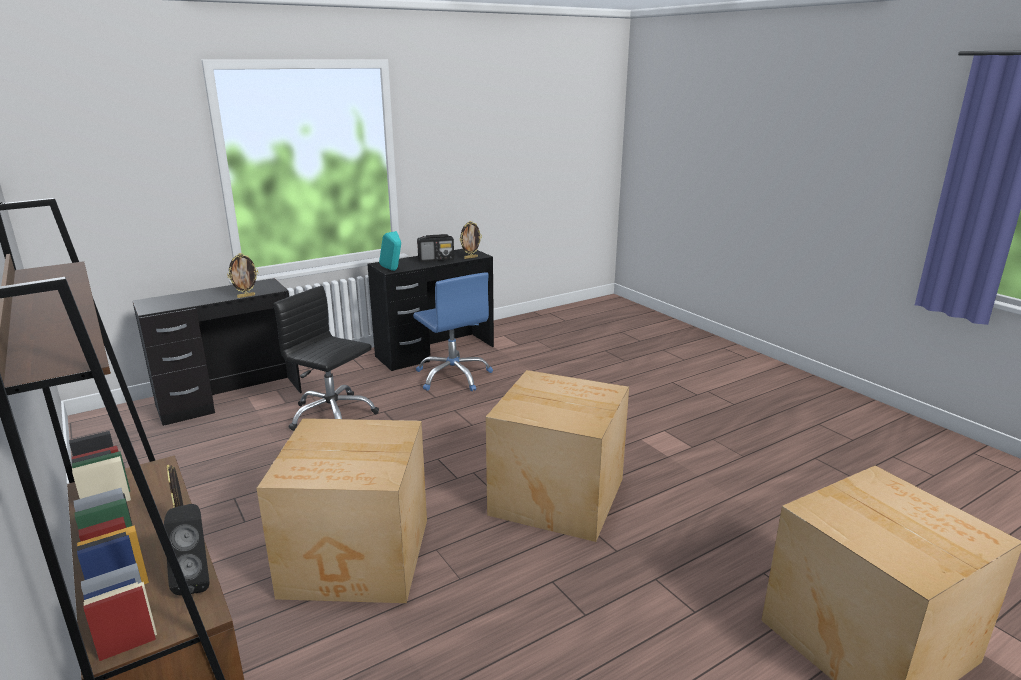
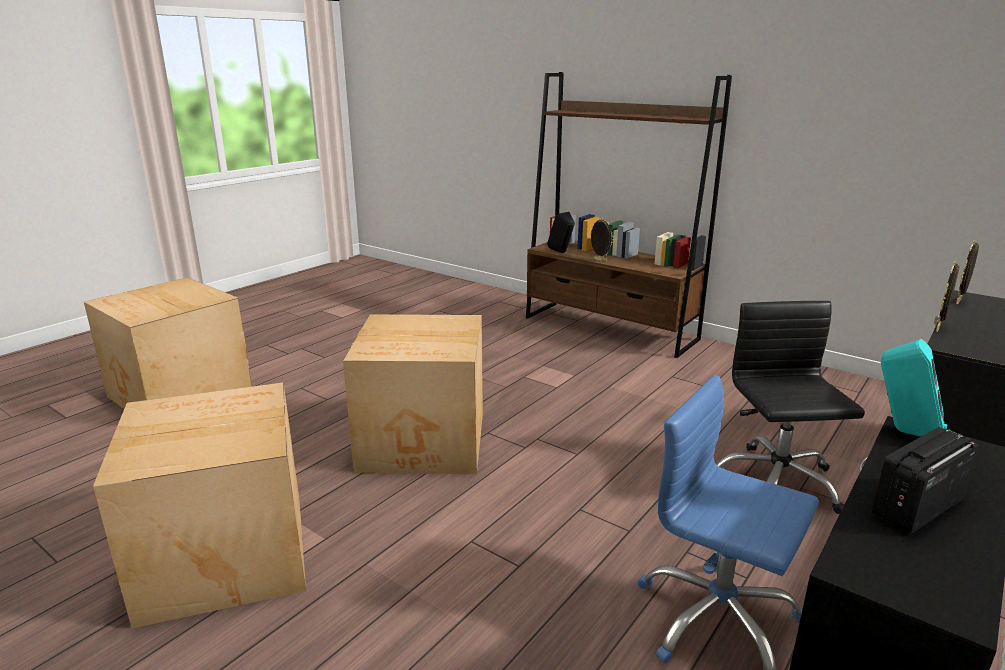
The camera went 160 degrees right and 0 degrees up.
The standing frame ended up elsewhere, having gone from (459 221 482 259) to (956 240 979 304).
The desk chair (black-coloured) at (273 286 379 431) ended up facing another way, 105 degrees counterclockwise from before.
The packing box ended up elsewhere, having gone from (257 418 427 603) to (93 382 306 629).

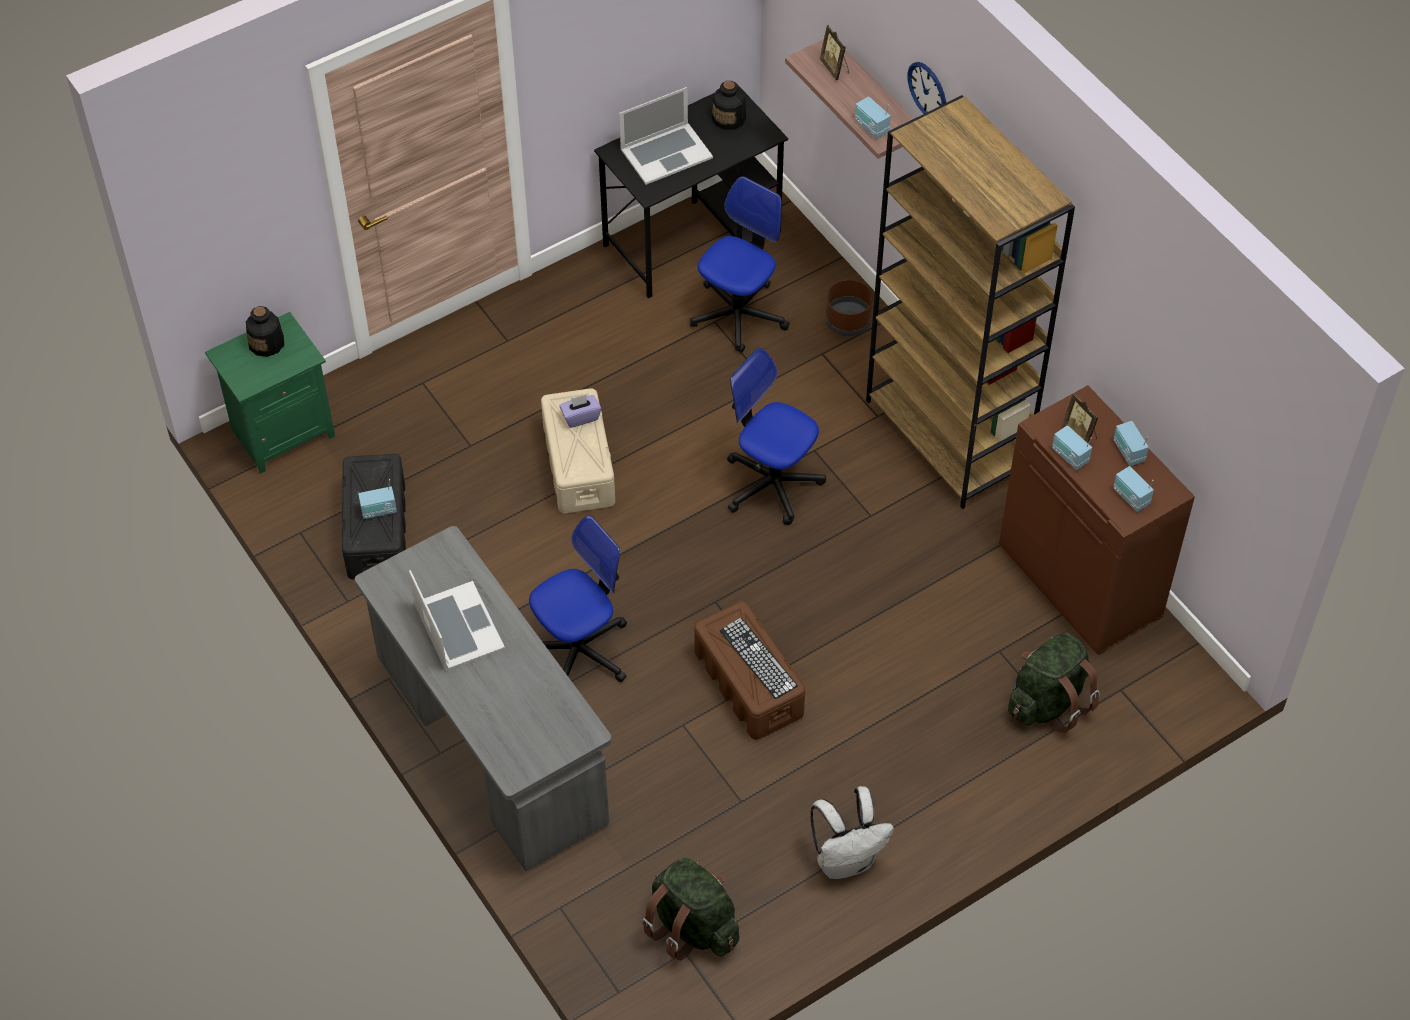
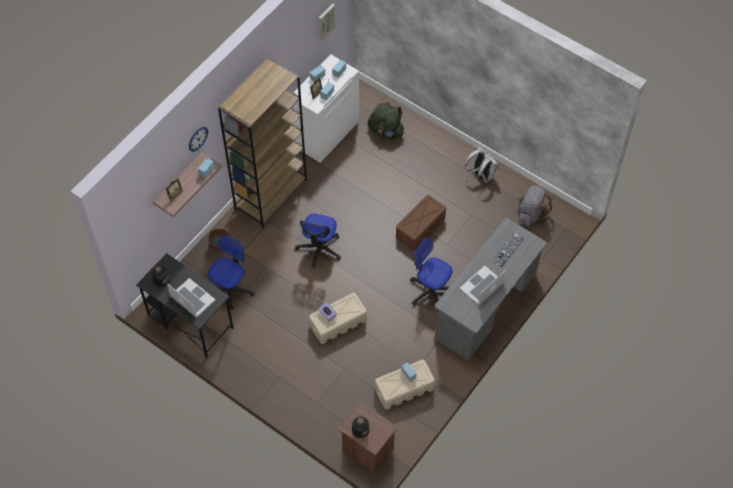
The camera went 110 degrees left and 5 degrees up.
The desk chair at (690 176 790 353) ended up facing another way, 105 degrees clockwise from before.
What was the bedside table (green) at (205 312 335 474) turned into the bedside table (brown) at (338 402 398 474).
What was the storage cabinet (brown) at (999 385 1195 655) turned into the storage cabinet (whitish) at (292 54 359 163).
What was the storage box (black-coloured) at (342 454 406 580) turned into the storage box (sand-coloured) at (375 360 435 410).
The keyboard ended up elsewhere, having gone from (719 618 798 699) to (492 232 524 268).
What was the backpack (green) at (642 857 739 961) turned into the backpack (grey) at (517 185 552 226).
The second view gained the picture at (318 4 336 41).

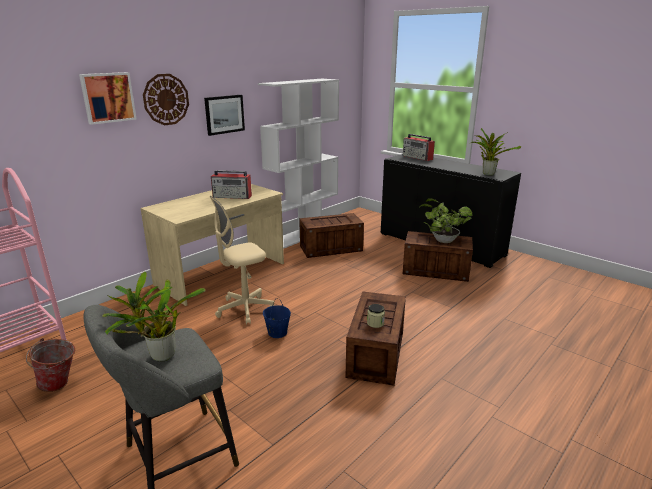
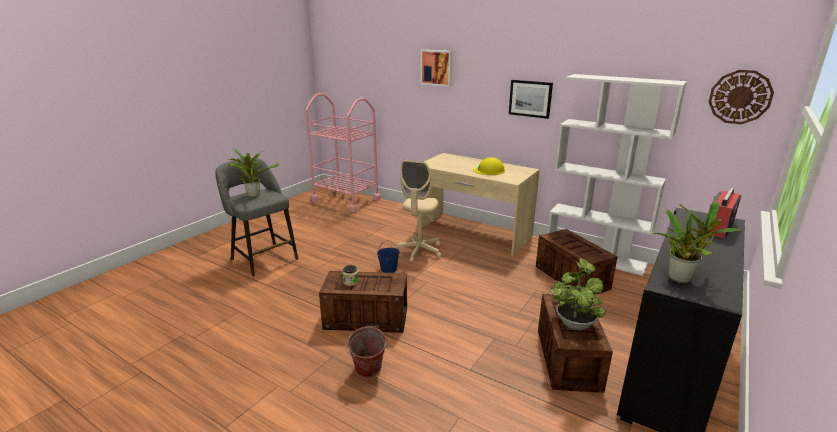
The camera went 80 degrees right and 0 degrees up.
The hanging clock ended up elsewhere, having gone from (143 74 189 126) to (709 70 774 124).
Where the radio set stood at (211 170 252 199), the safety helmet (yellow-coloured) came to stand at (473 157 505 175).
The desk chair (sand-coloured) at (210 196 274 325) ended up facing another way, 120 degrees counterclockwise from before.
The pail ended up elsewhere, having gone from (26 338 75 392) to (345 325 387 377).

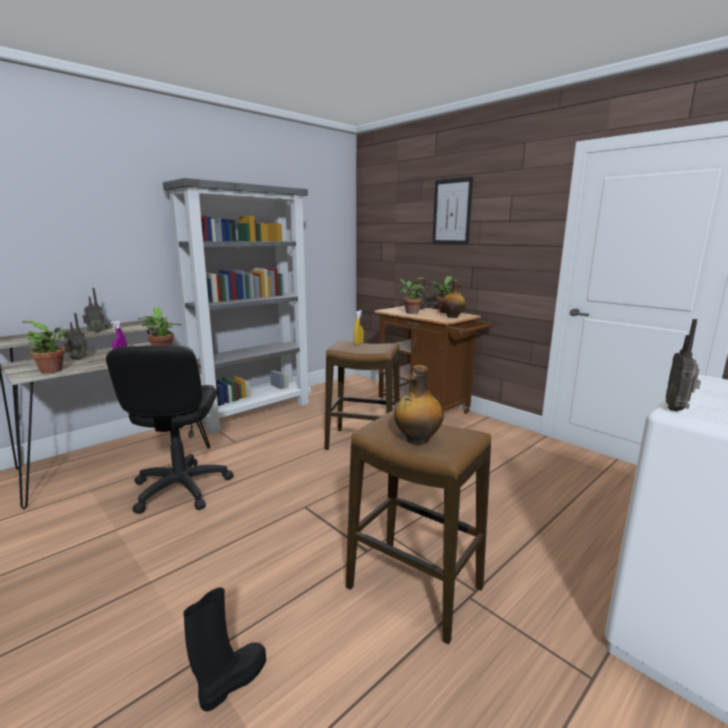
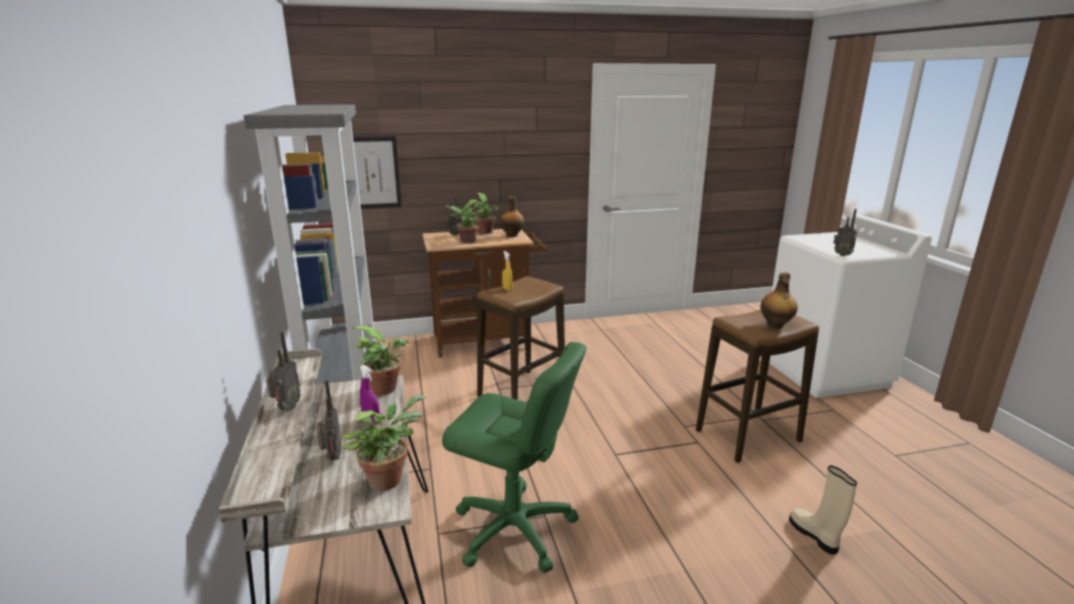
The camera went 60 degrees left and 5 degrees up.
The picture ended up elsewhere, having gone from (432 176 473 245) to (353 136 402 209).
What was the desk chair (black-coloured) at (106 345 234 514) turned into the desk chair (green) at (442 342 586 573).
What was the boot (black-coloured) at (183 587 266 711) turned into the boot (sand-coloured) at (789 465 857 555).

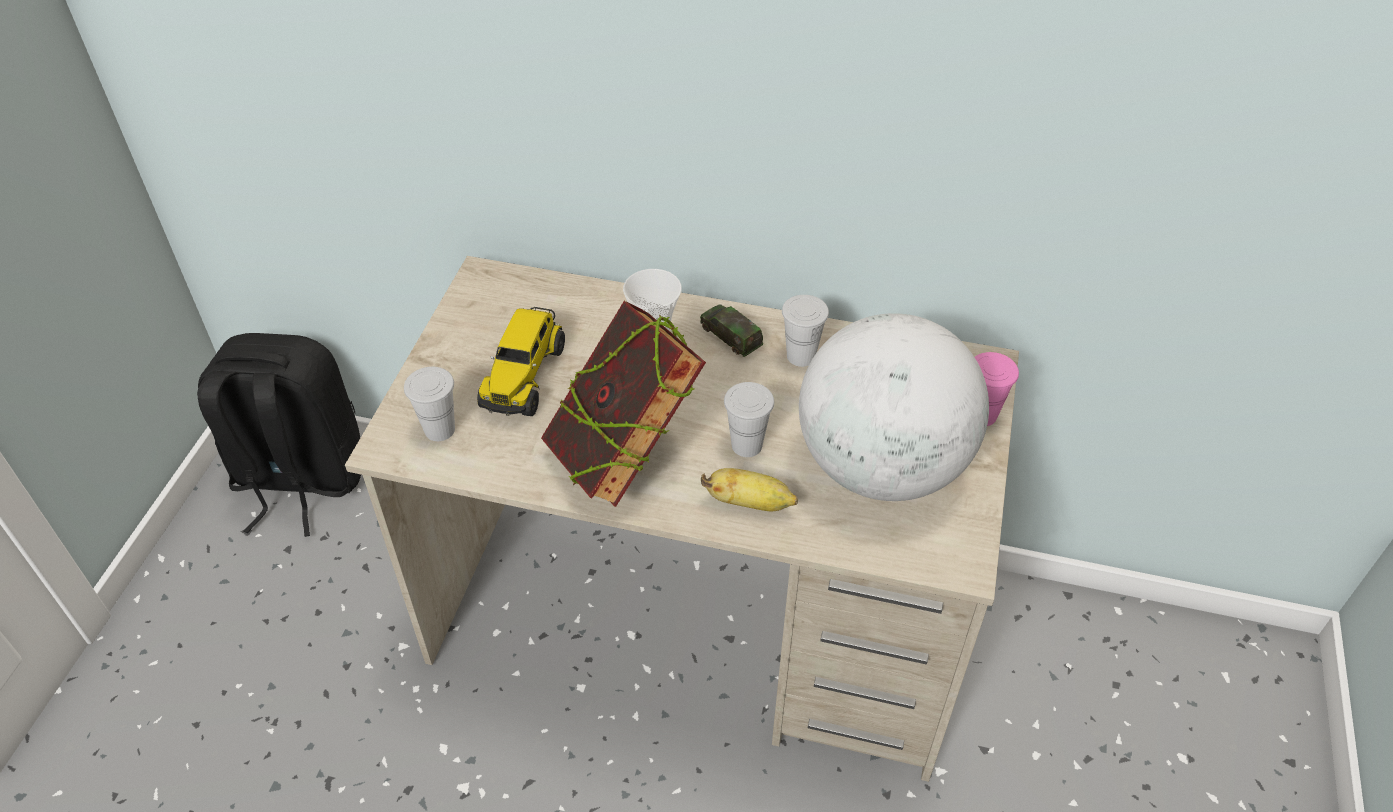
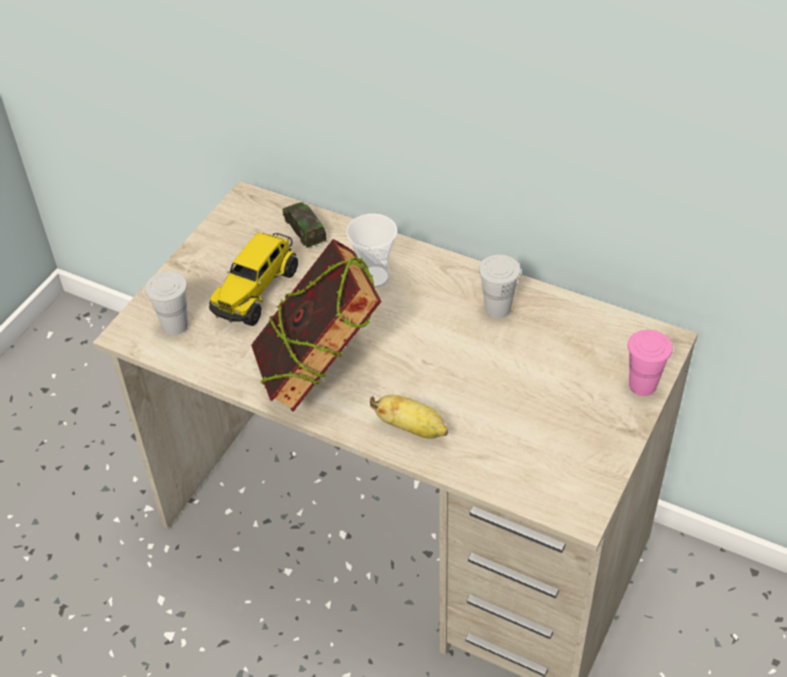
The camera went 15 degrees right and 0 degrees up.
The toy car ended up elsewhere, having gone from (700 304 763 357) to (283 202 327 248).
The second view lost the world globe at (799 313 989 501).
The second view lost the backpack (black-coloured) at (197 333 361 537).
The second view lost the cup (whitish) at (724 382 774 457).

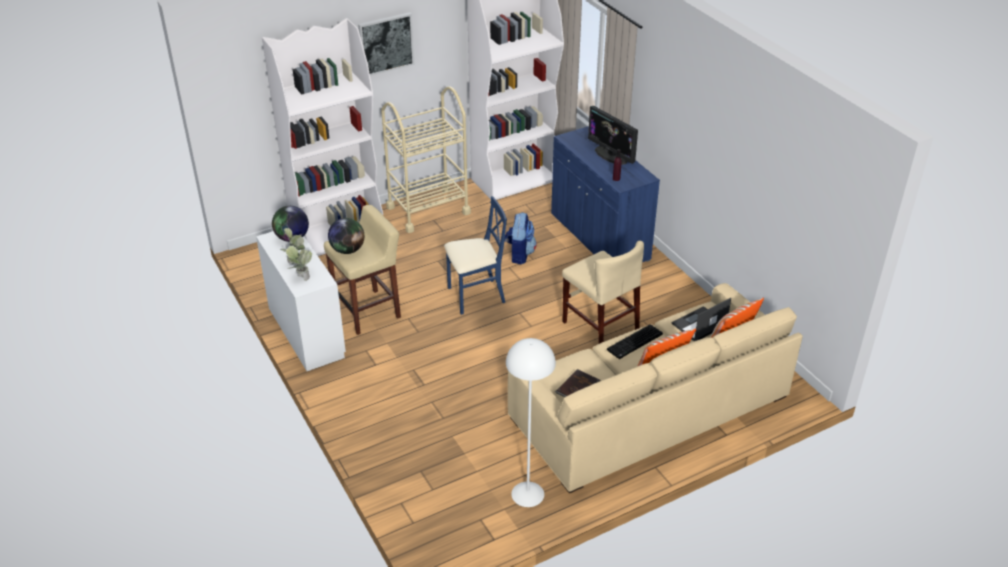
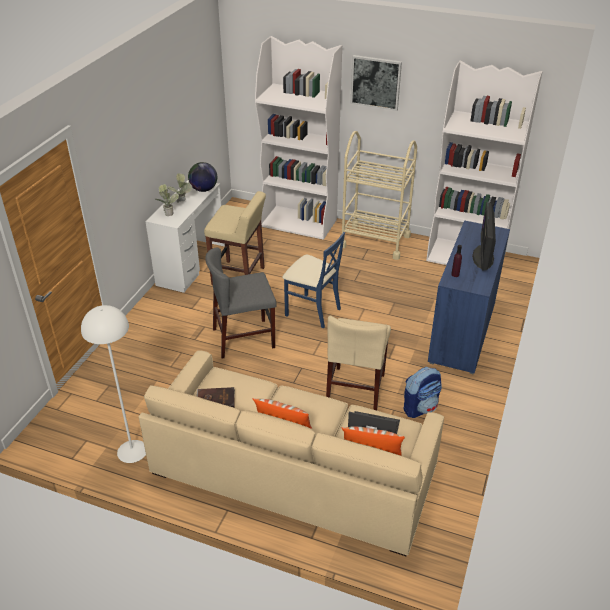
The camera went 50 degrees right and 0 degrees up.
The backpack ended up elsewhere, having gone from (504 212 537 264) to (403 367 442 418).
The second view lost the world globe at (328 218 364 254).
The second view lost the keyboard at (607 324 663 359).
The second view gained the upright chair (grey) at (205 248 277 358).

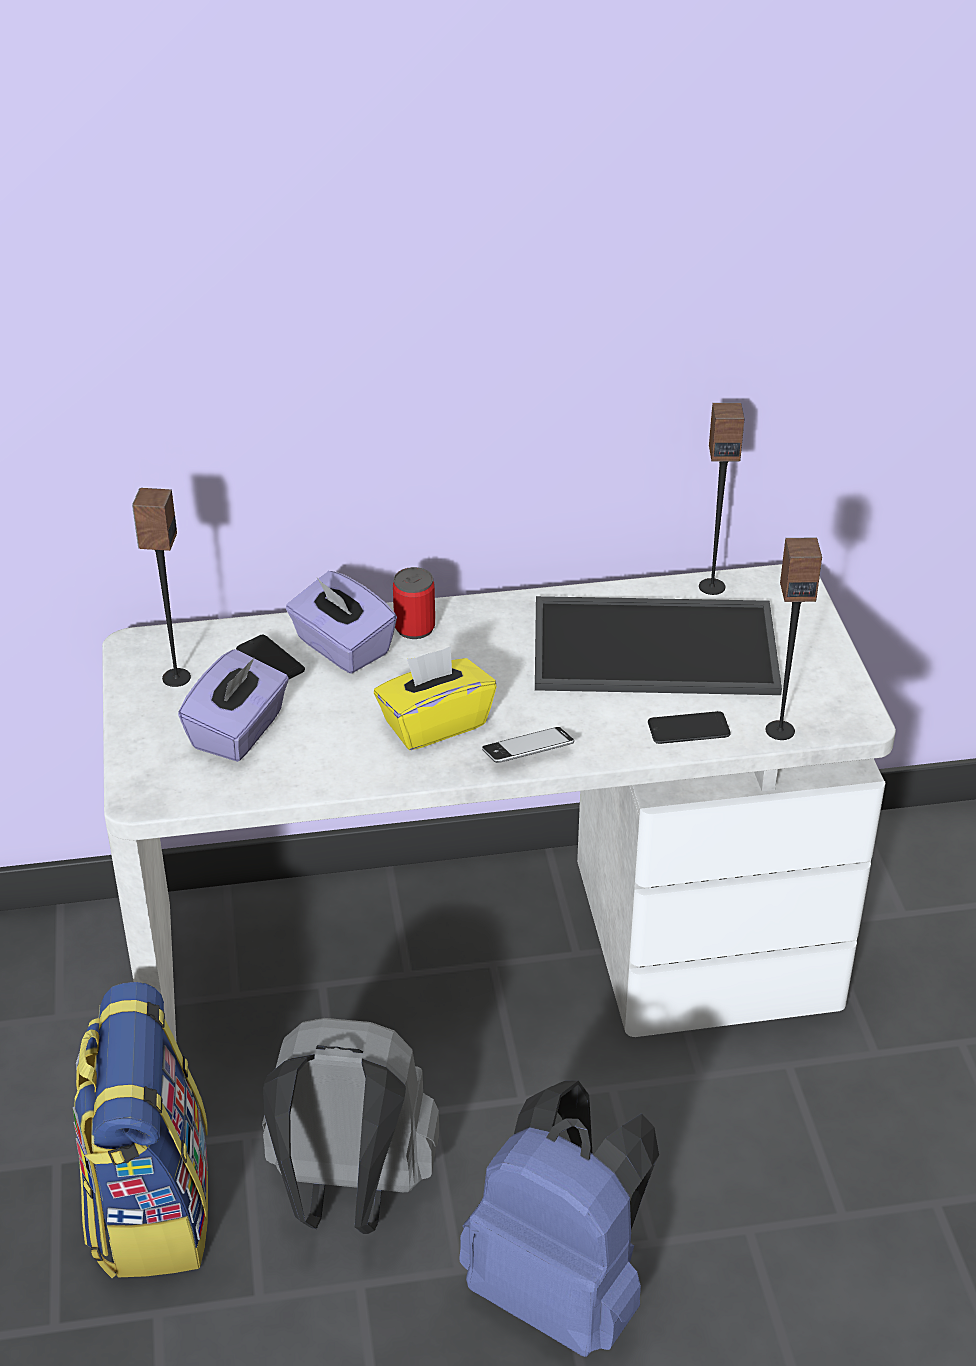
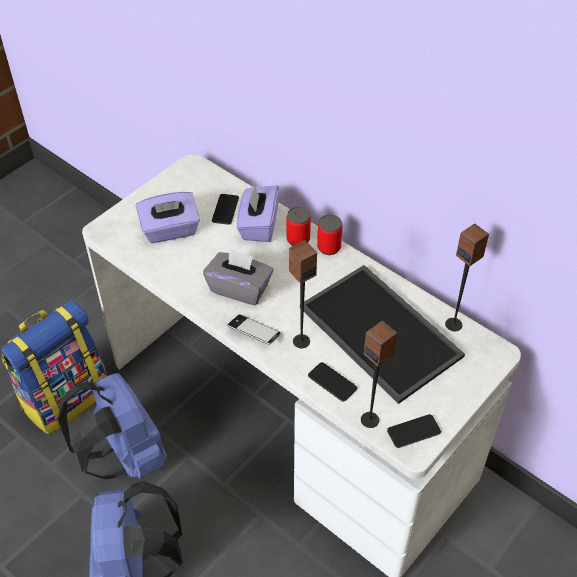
The camera went 50 degrees right and 10 degrees up.
The loudspeaker ended up elsewhere, having gone from (132 488 191 687) to (289 240 317 348).
What was the tissue holder (yellow-coloured) at (374 646 496 750) turned into the tissue holder (grey) at (203 248 273 305).
What was the backpack (grey) at (262 1018 439 1234) turned into the backpack (blue) at (58 373 167 479).
The second view gained the can at (317 214 342 255).
The second view gained the telephone at (387 414 441 448).

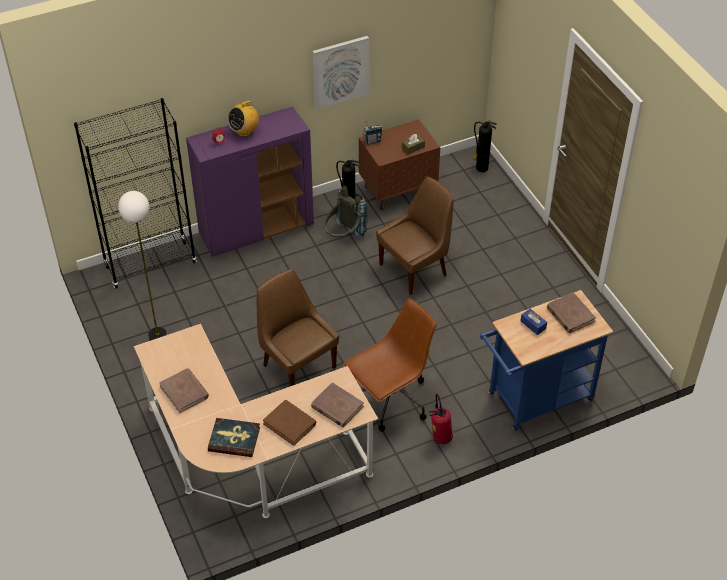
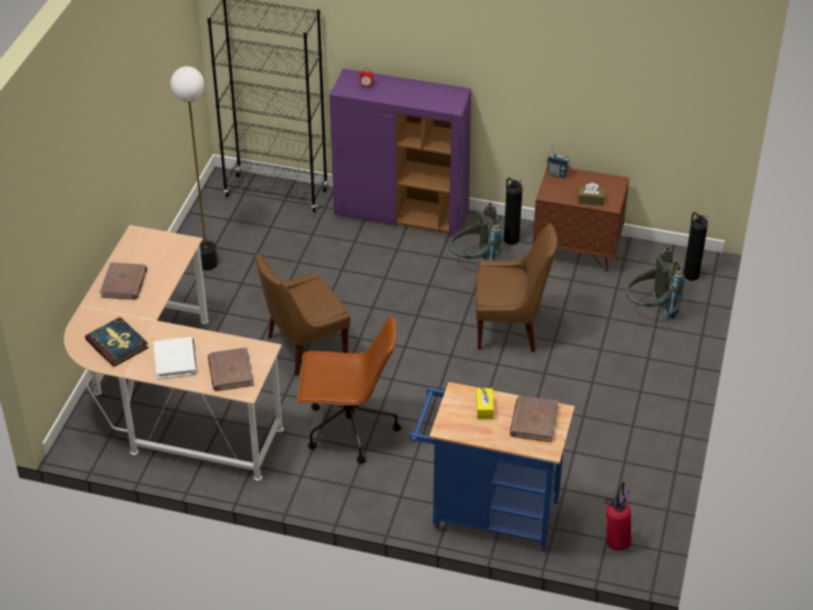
The camera went 40 degrees right and 5 degrees down.
The second view lost the picture at (313 36 369 109).
The second view lost the radio set at (228 101 259 137).
The upright chair (brown) at (257 269 339 386) ended up facing another way, 120 degrees counterclockwise from before.
What was the tissue holder (blue) at (521 309 547 335) turned into the tissue holder (yellow-coloured) at (476 388 494 419).
The extinguisher ended up elsewhere, having gone from (429 394 453 444) to (604 482 631 551).
What was the volume (brown) at (263 400 316 446) turned into the volume (whitish) at (154 337 197 380).
The second view gained the backpack (grey) at (626 247 685 319).

